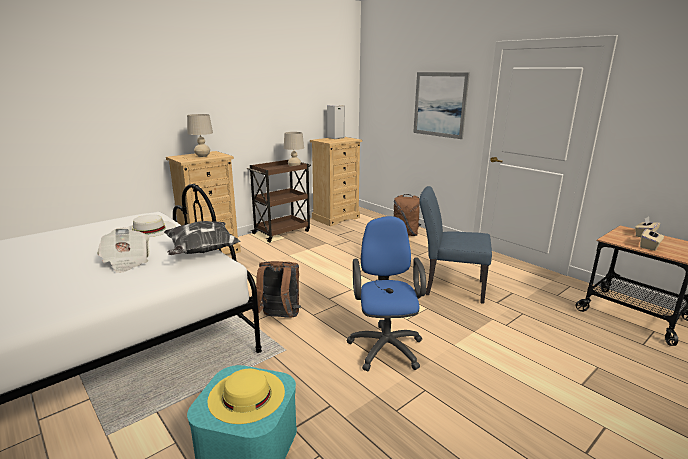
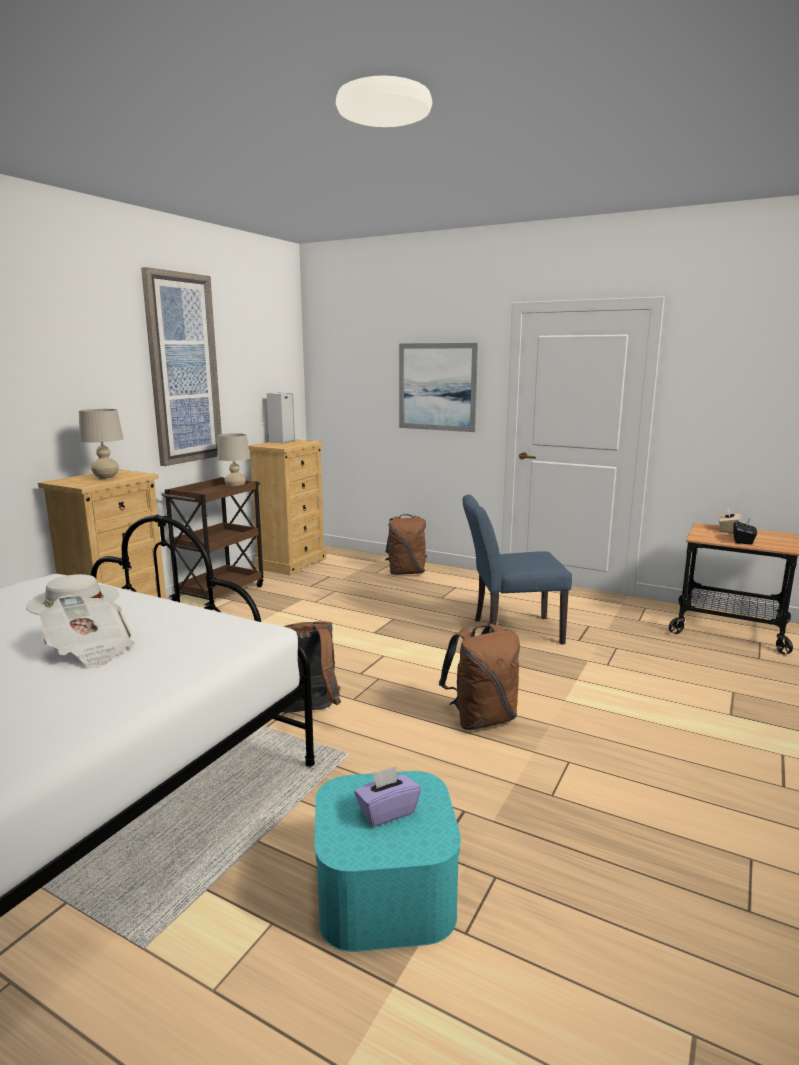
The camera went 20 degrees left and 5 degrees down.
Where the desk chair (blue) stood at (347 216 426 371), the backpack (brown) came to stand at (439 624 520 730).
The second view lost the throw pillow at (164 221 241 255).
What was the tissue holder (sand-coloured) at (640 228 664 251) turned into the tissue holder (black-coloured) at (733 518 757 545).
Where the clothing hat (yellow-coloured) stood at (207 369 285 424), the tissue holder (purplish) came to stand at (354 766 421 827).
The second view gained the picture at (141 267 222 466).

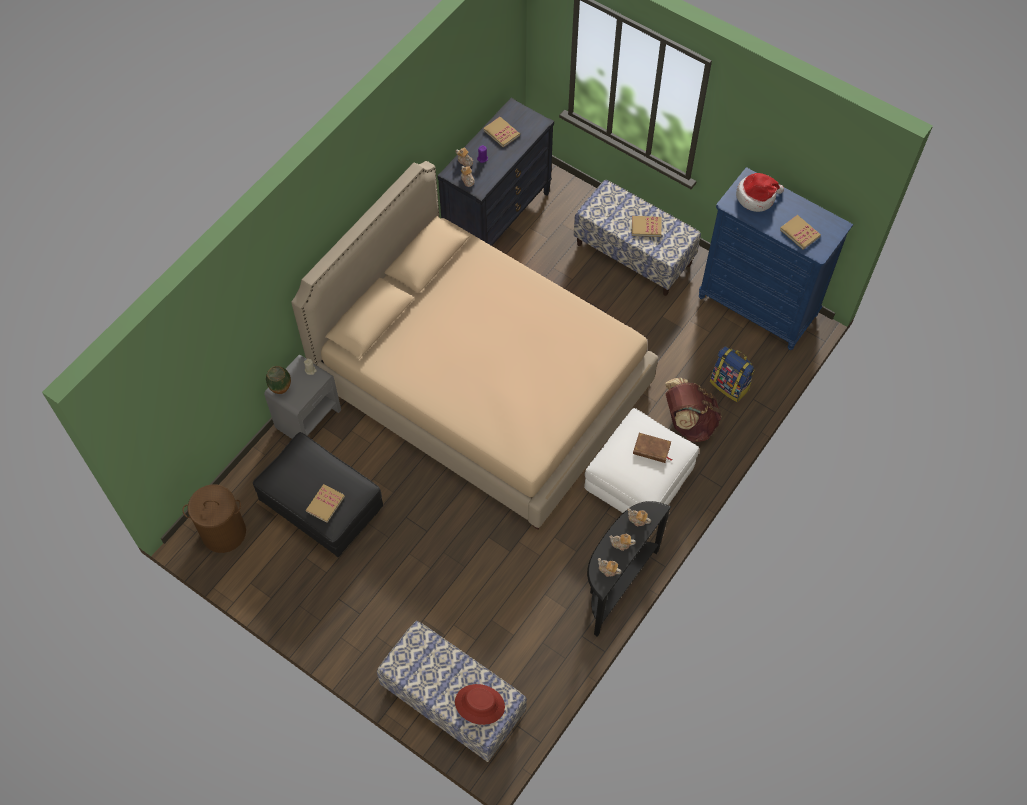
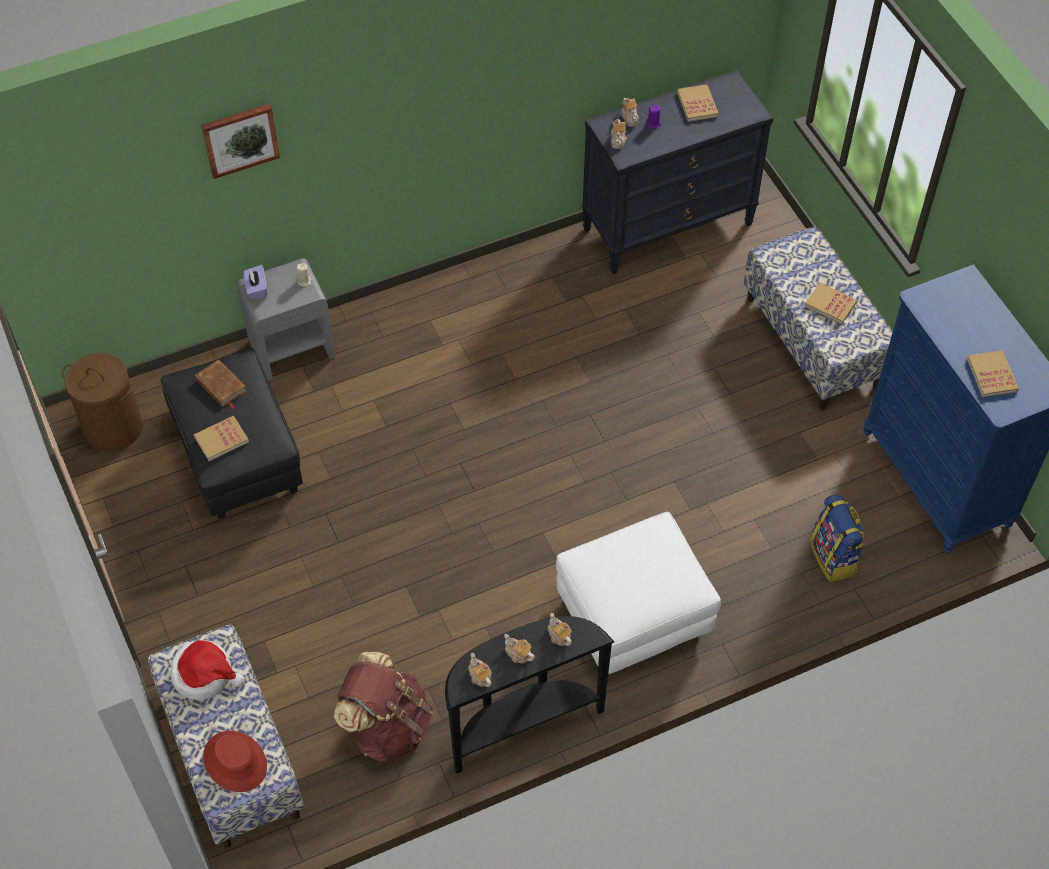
The camera went 30 degrees right and 5 degrees down.
The second view lost the sleeping bed (sand-coloured) at (291 161 658 530).
The clothing hat ended up elsewhere, having gone from (736 173 784 212) to (170 640 245 700).
Where the decorative vase stood at (266 366 291 394), the tissue holder (purplish) came to stand at (243 265 267 300).
The backpack (brown) ended up elsewhere, having gone from (665 378 722 442) to (334 652 433 762).
The volume (brown) ended up elsewhere, having gone from (633 433 672 463) to (194 359 246 409).
The second view gained the picture at (201 104 280 179).

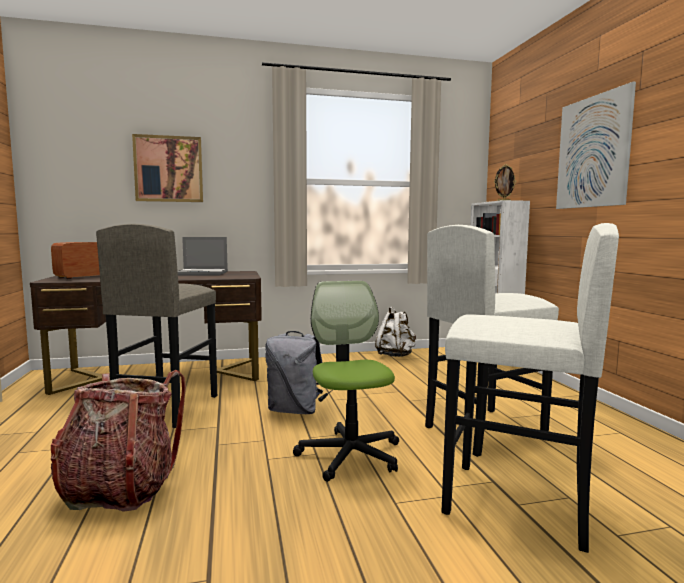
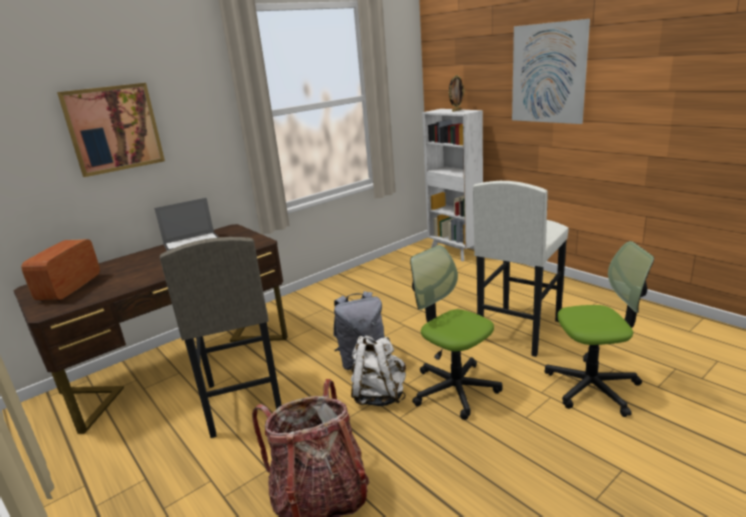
The camera went 25 degrees left and 15 degrees up.
Where the stool seat (whitish) stood at (441 223 619 553), the desk chair came to stand at (544 241 654 417).
The backpack (whitish) ended up elsewhere, having gone from (375 307 416 357) to (351 335 406 406).

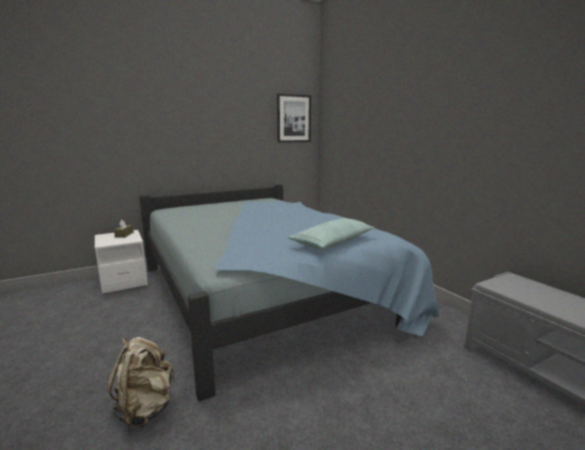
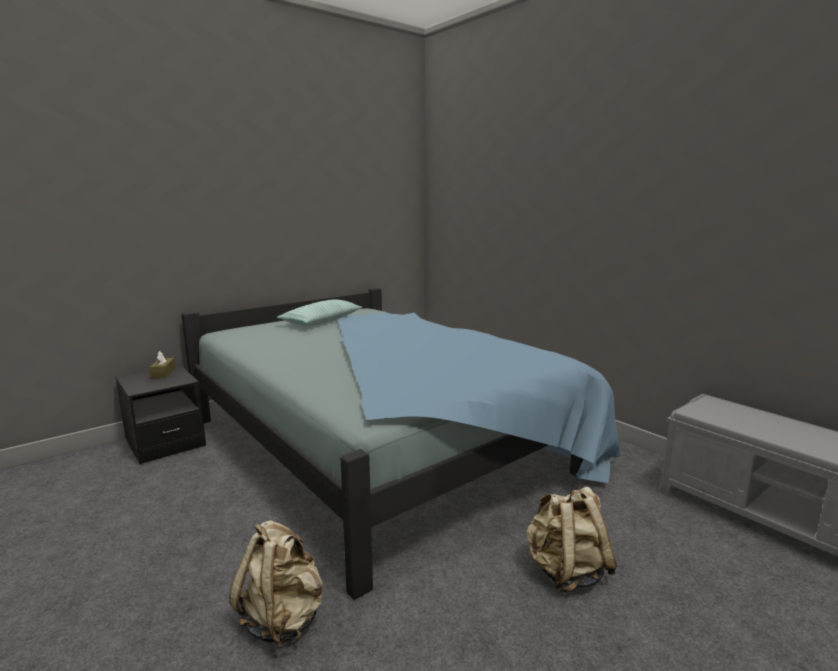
The camera went 10 degrees left and 0 degrees up.
The second view lost the picture at (277 93 311 143).
The throw pillow ended up elsewhere, having gone from (288 218 375 249) to (277 299 362 326).
What was the bedside table (whitish) at (95 230 148 294) turned into the bedside table (black-coloured) at (115 364 206 464).
The second view gained the backpack (sand-coloured) at (526 487 617 592).

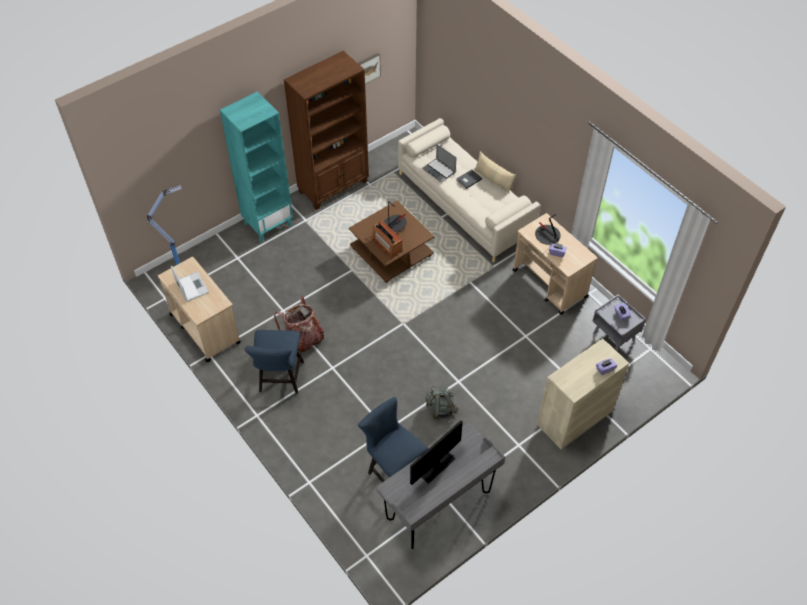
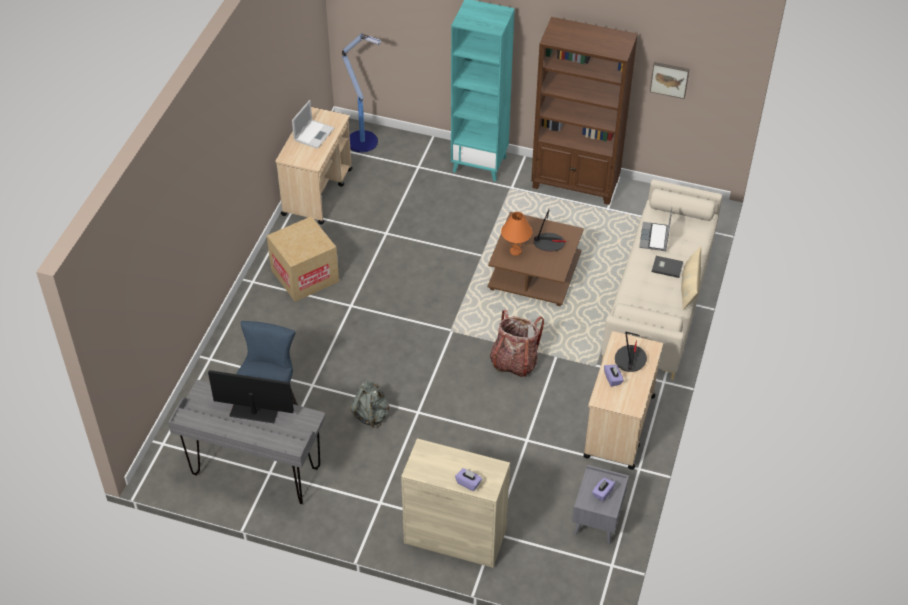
The camera went 55 degrees right and 5 degrees down.
Where the radio set stood at (372 220 403 258), the table lamp (orangey) came to stand at (501 212 532 256).
The backpack ended up elsewhere, having gone from (274 296 324 353) to (490 310 544 377).
Where the upright chair (blue) stood at (245 330 304 393), the packing box came to stand at (267 216 339 302).

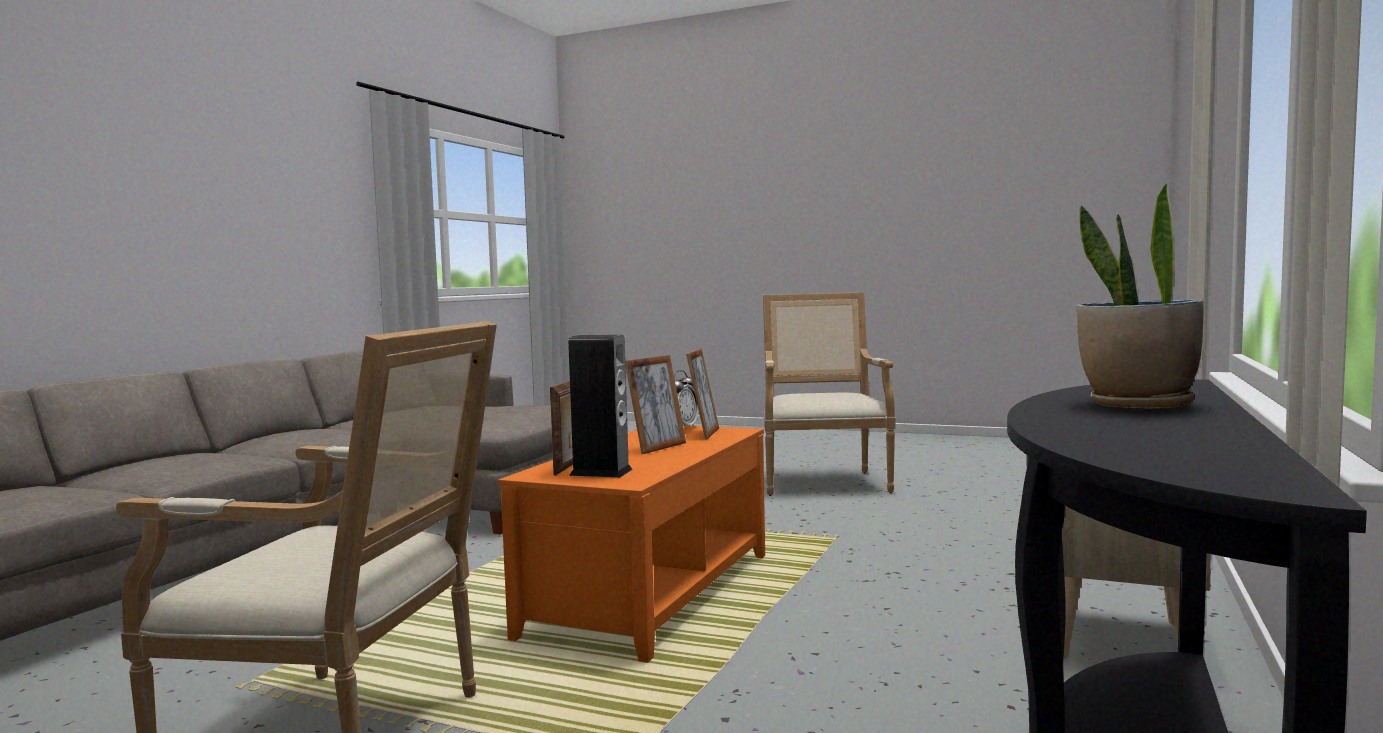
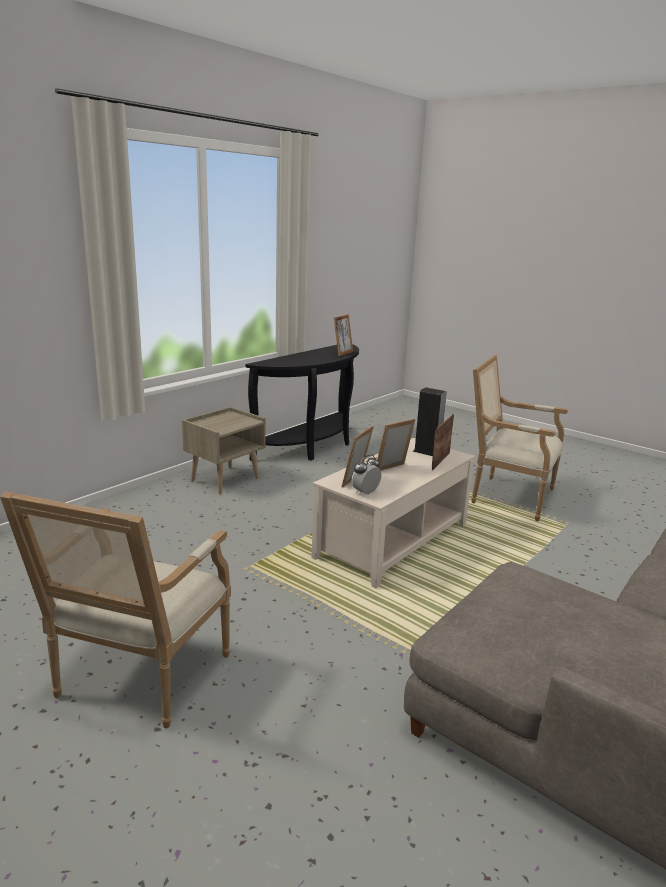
The camera went 165 degrees left and 15 degrees up.
The second view lost the potted plant at (1077 183 1204 408).
What was the coffee table (orangey) at (498 426 765 663) turned into the coffee table (sand-coloured) at (312 438 475 588).
The second view gained the standing frame at (334 314 353 356).

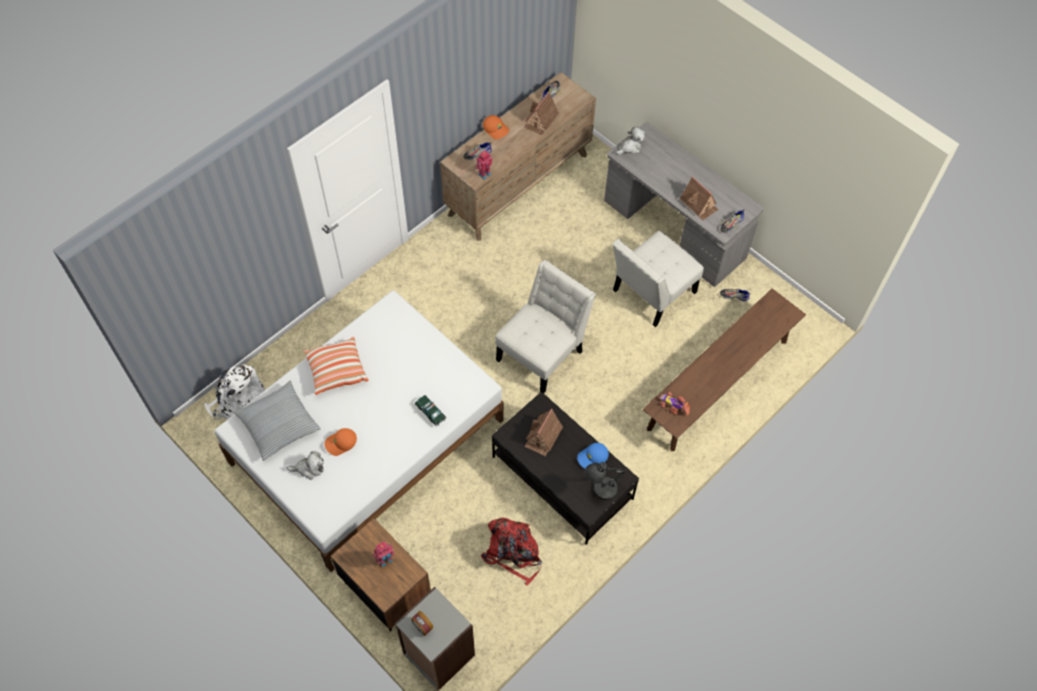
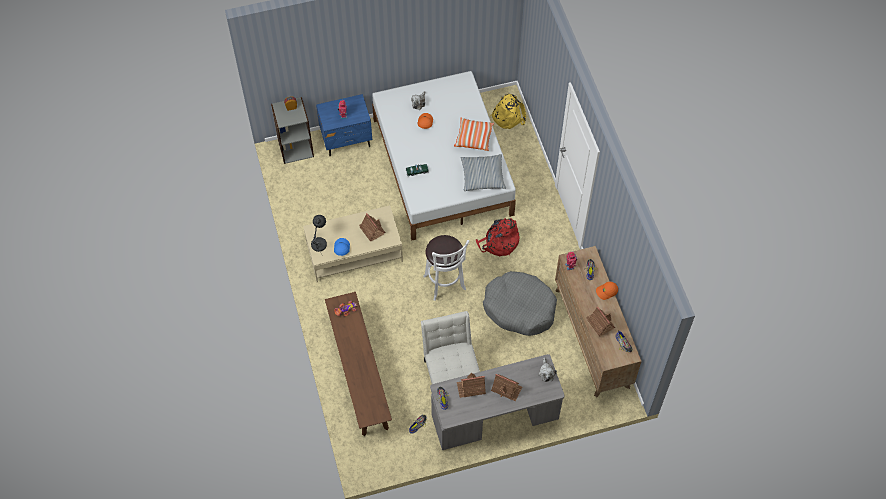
The camera went 120 degrees right and 0 degrees up.
Where the upright chair (whitish) stood at (495 260 596 393), the stool seat (whitish) came to stand at (423 235 470 301).
What was the backpack (whitish) at (204 364 265 420) turned into the backpack (yellow-coloured) at (491 94 526 129).
The throw pillow ended up elsewhere, having gone from (234 381 321 461) to (461 154 506 191).
What was the coffee table (black-coloured) at (492 392 639 545) turned into the coffee table (sand-coloured) at (303 205 403 283).
The backpack (reddish) ended up elsewhere, having gone from (481 517 542 586) to (476 218 520 256).
What was the bedside table (brown) at (331 518 431 631) turned into the bedside table (blue) at (316 94 372 156).
The second view gained the pet bed (grey) at (483 271 557 336).
The second view gained the toy house at (491 374 522 401).

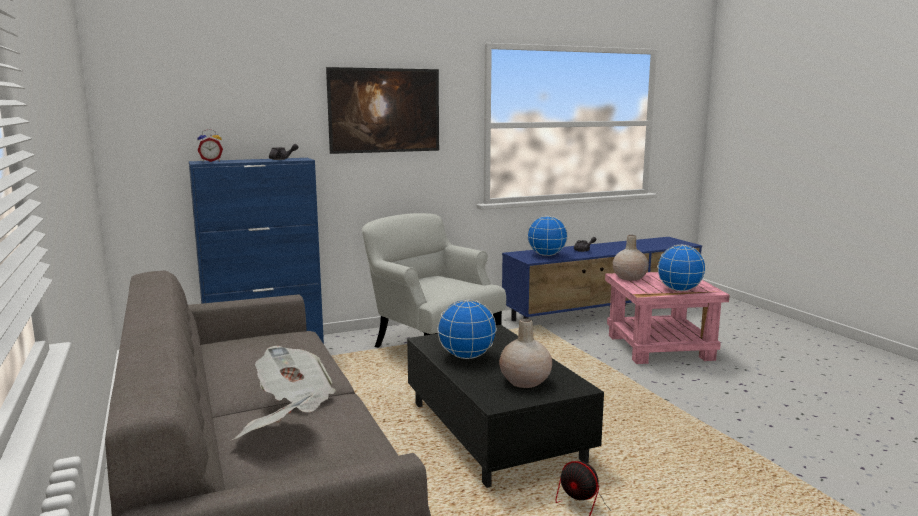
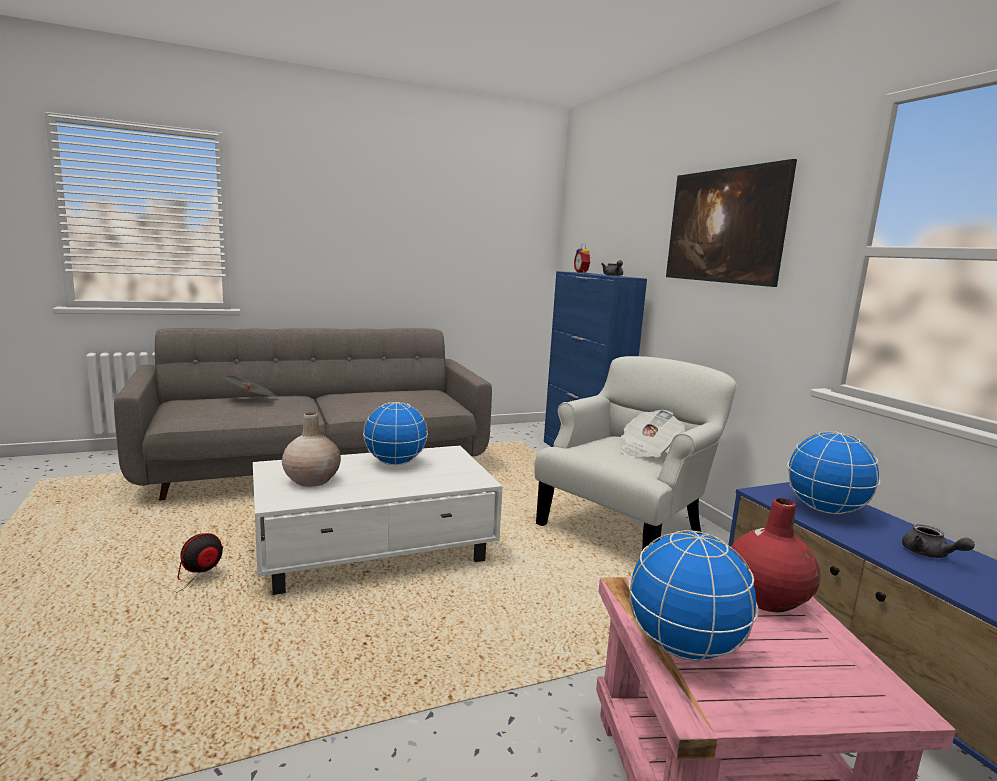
The camera went 90 degrees right and 0 degrees up.
What was the decorative vase (sand-coloured) at (613 235 649 281) turned into the decorative vase (reddish) at (731 498 820 613).
What was the coffee table (black-coloured) at (407 325 604 488) turned into the coffee table (whitish) at (253 446 503 595).
The printed paper ended up elsewhere, having gone from (255 346 336 412) to (620 410 685 458).

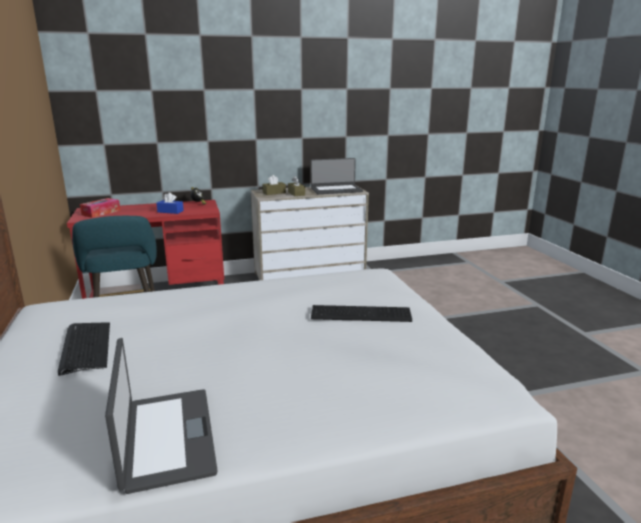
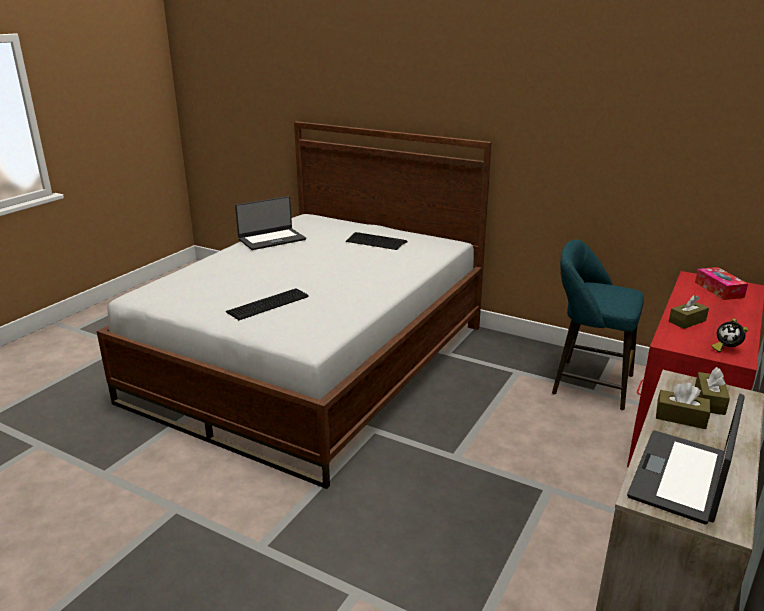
The camera went 135 degrees right and 5 degrees up.
What was the tissue holder (blue) at (156 192 184 214) turned into the tissue holder (brown) at (669 295 709 329).
The laptop at (105 338 217 494) ended up facing another way, 60 degrees counterclockwise from before.

